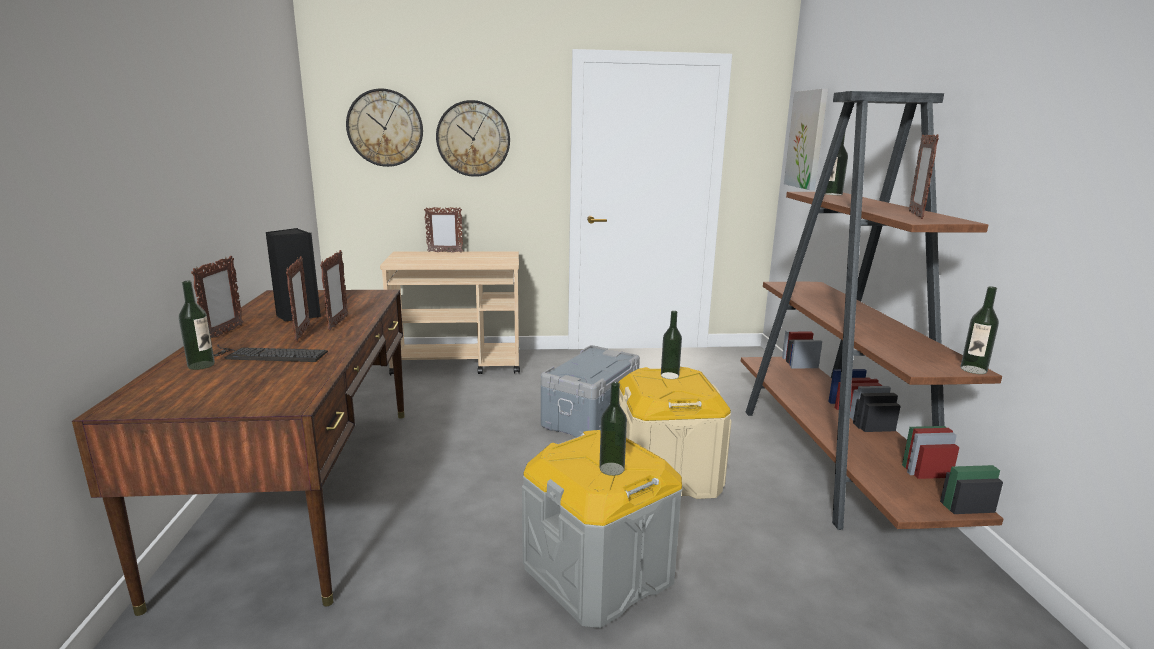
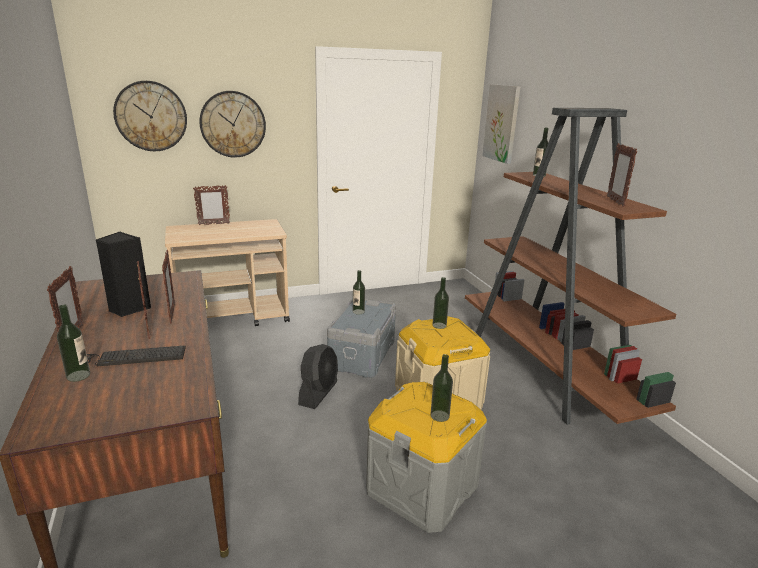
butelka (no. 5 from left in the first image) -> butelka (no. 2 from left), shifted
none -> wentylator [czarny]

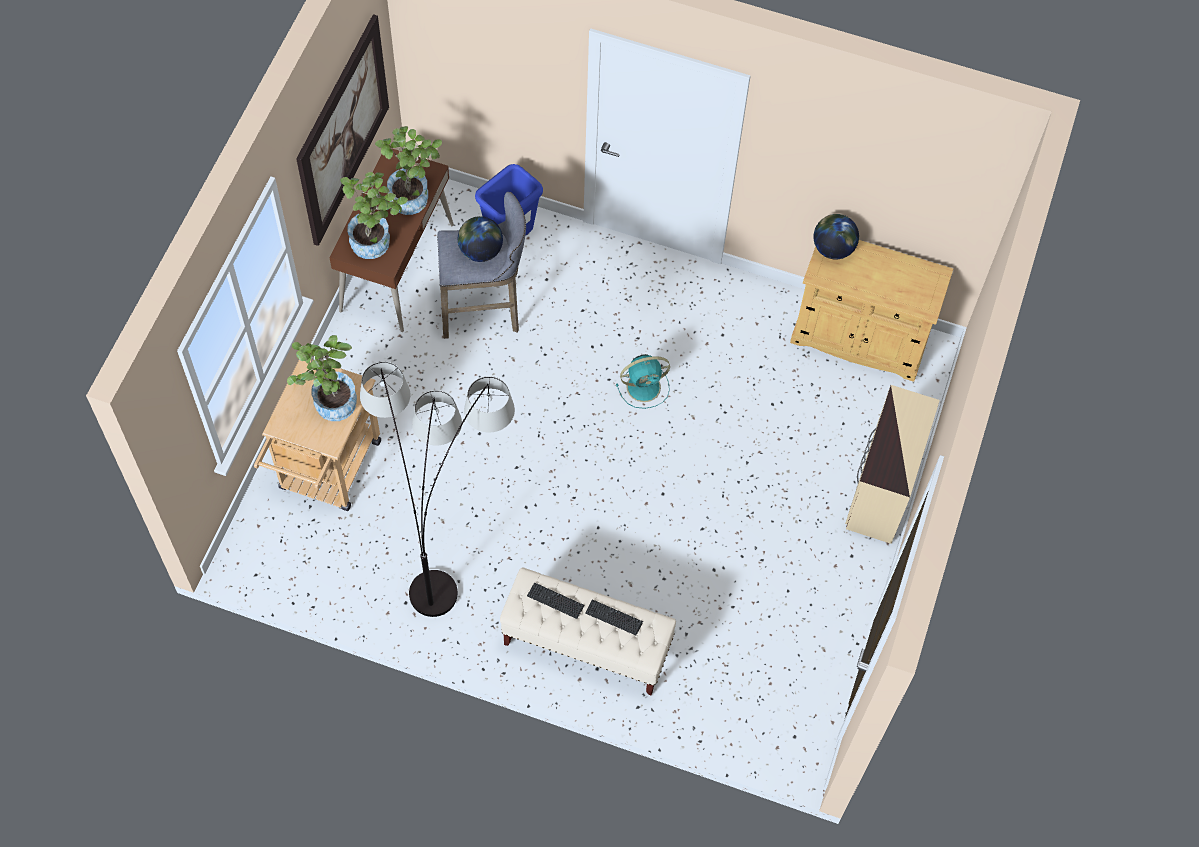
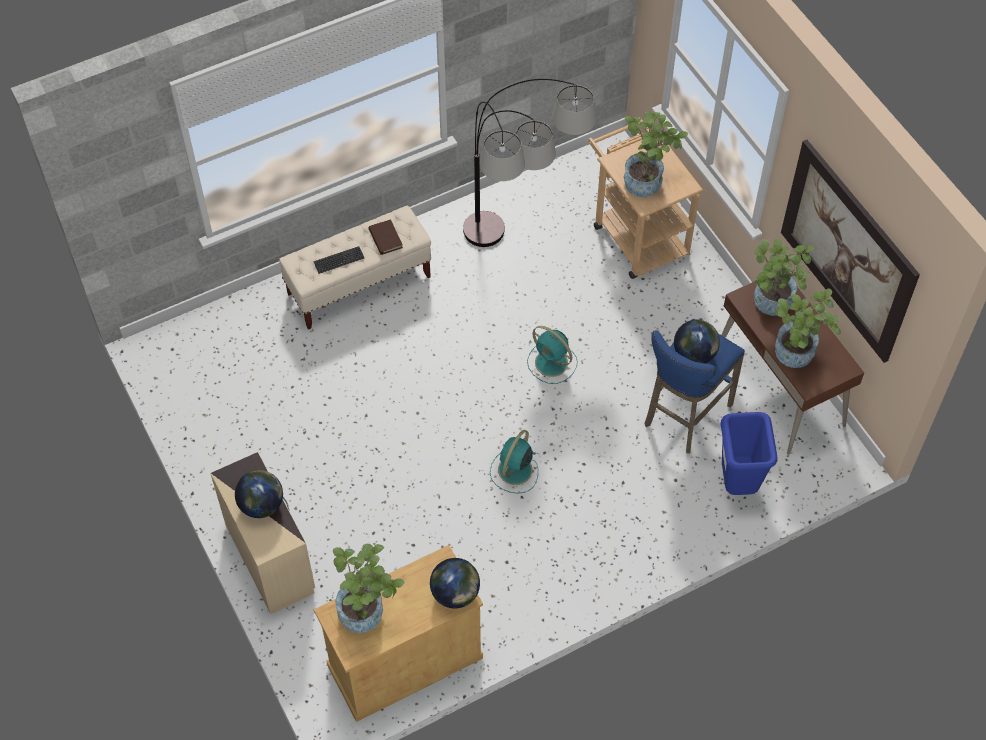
stołek [szary] -> stołek [niebieski]
klawiatura (no. 1 from left) -> książka [brązowy]
none -> globus (no. 1 from left)
none -> roślina doniczkowa (no. 1 from left)
none -> wentylator [turkusowy] (no. 2 from left)

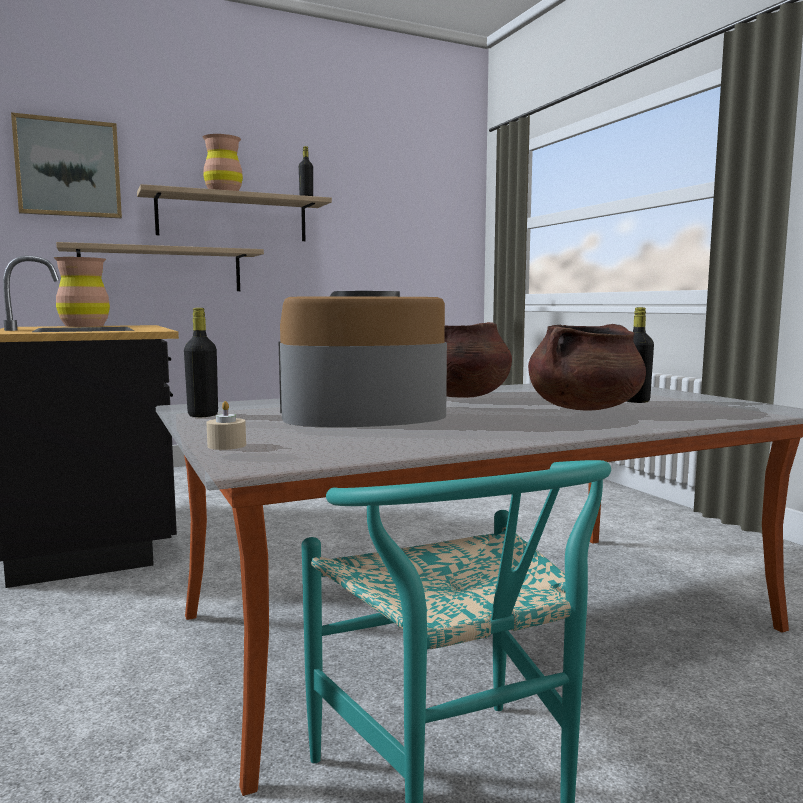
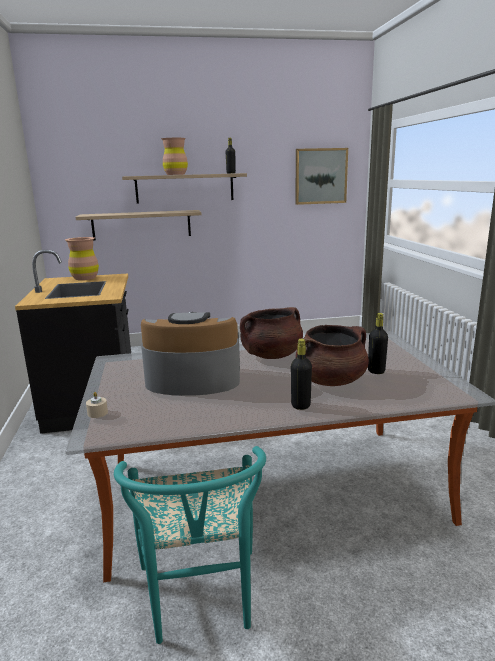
obraz, shifted
butelka [czarny] (no. 1 from left in the first image) -> butelka [czarny] (no. 2 from left), shifted

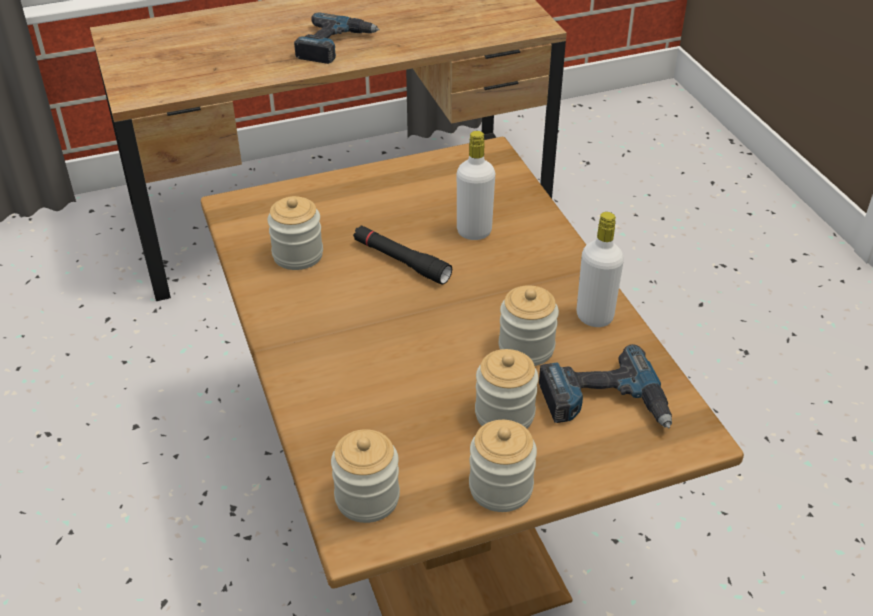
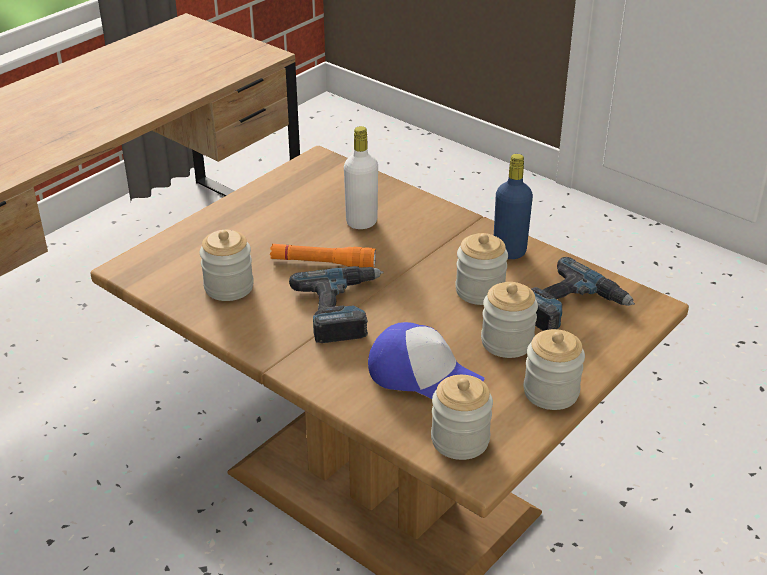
wiertarka (no. 1 from left), shifted
latarka [czarny] -> latarka [pomarańczowy]
butelka [biały] (no. 2 from left) -> butelka [niebieski]
none -> czapka z daszkiem

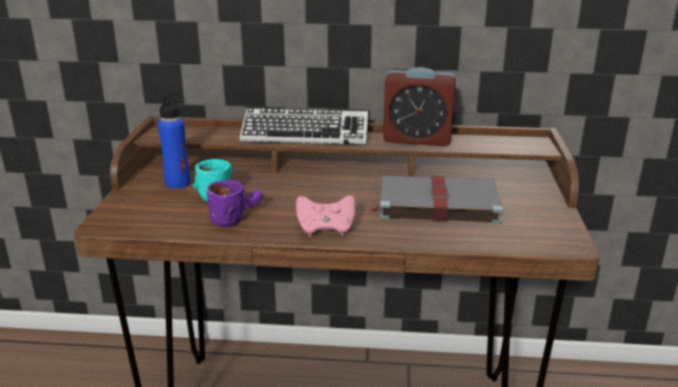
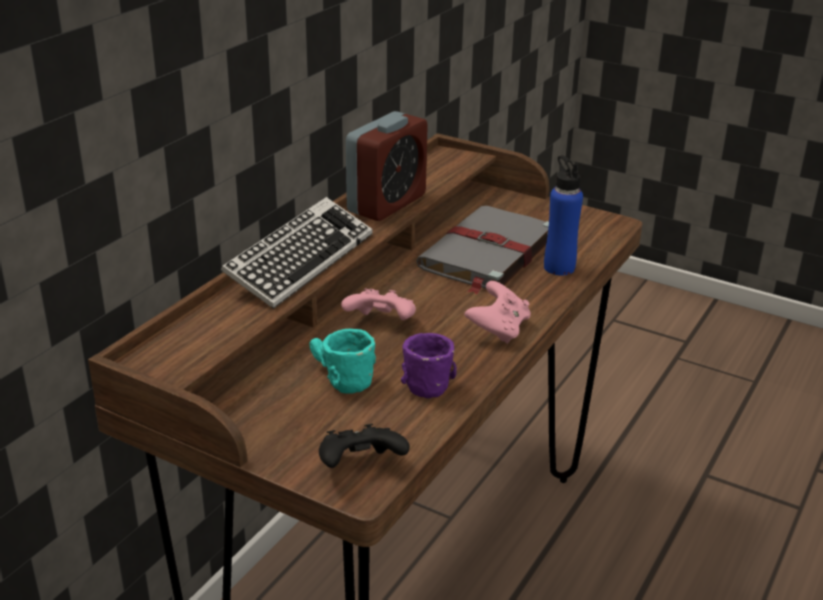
butelka [niebieski], shifted
none -> pad do gier [czarny]
none -> pad do gier [różowy] (no. 1 from left)

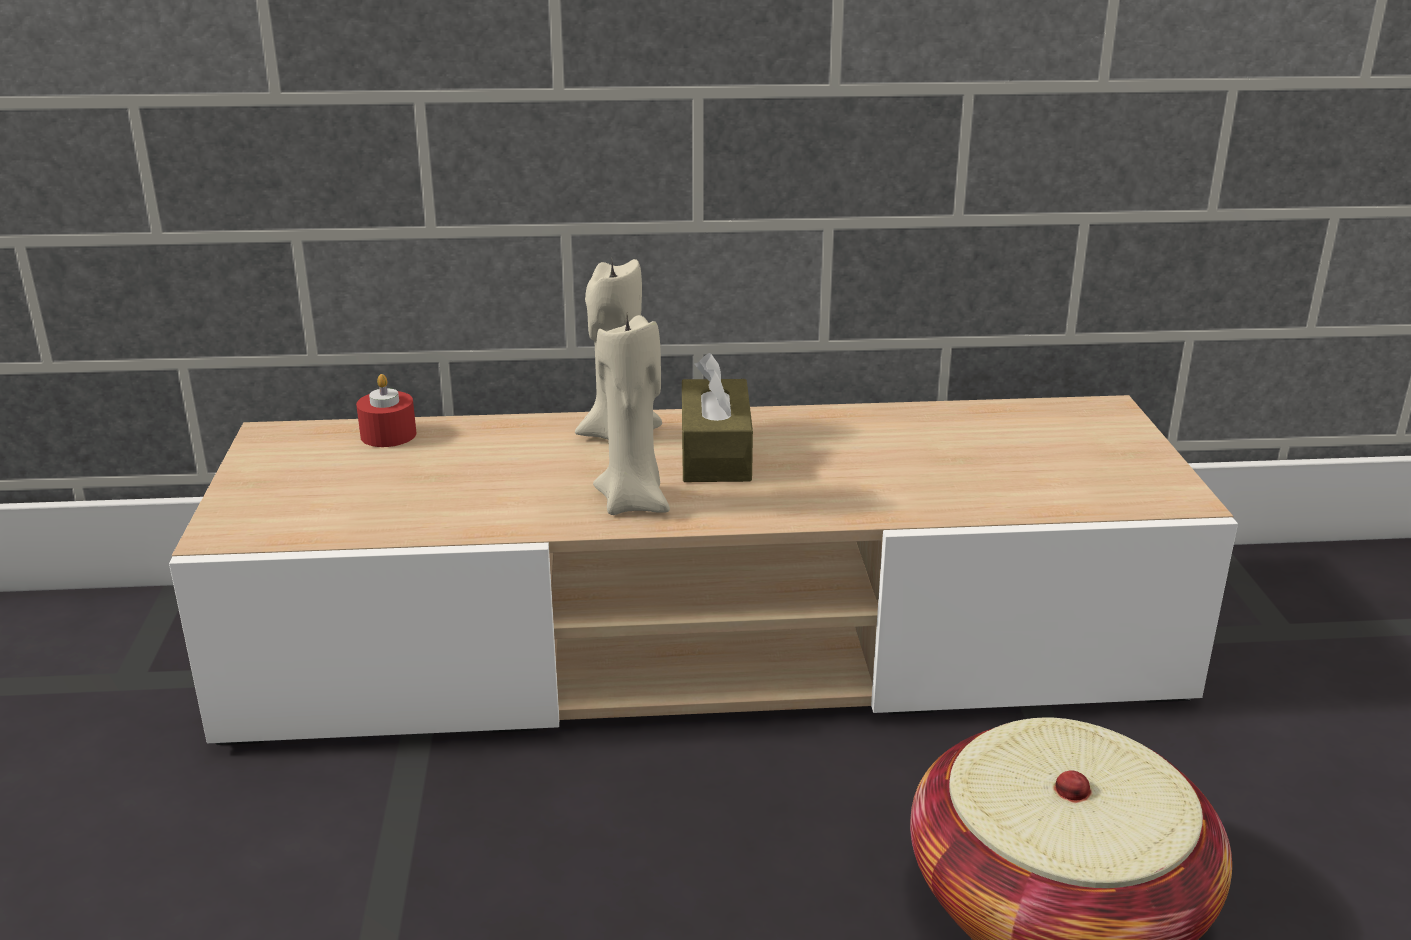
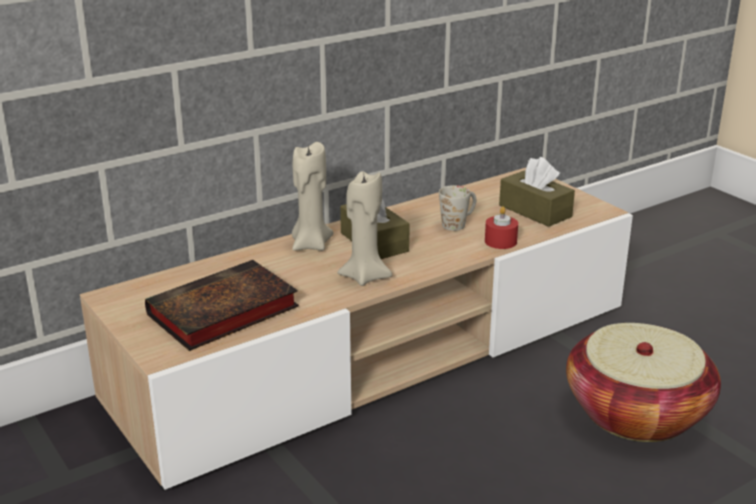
świeca [czerwony], shifted
none -> książka
none -> kubek [biały]
none -> pudełko chusteczek [brązowy] (no. 2 from left)

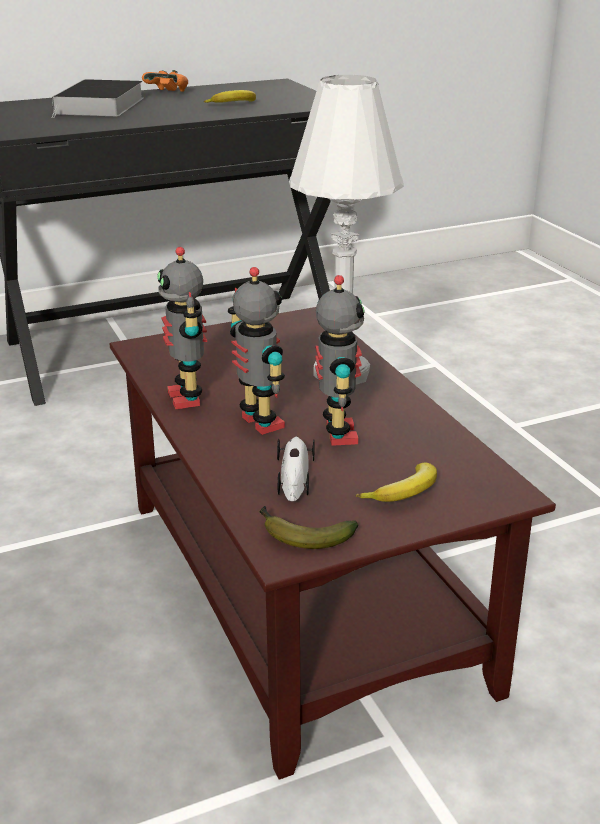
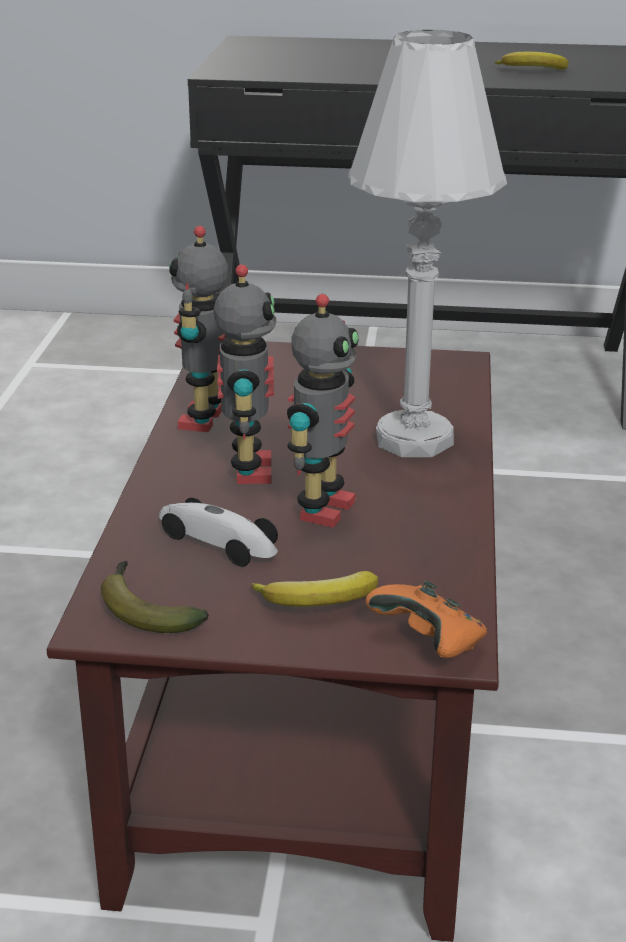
książka -> none
pad do gier [pomarańczowy], shifted
samochodzik, 90 degrees clockwise

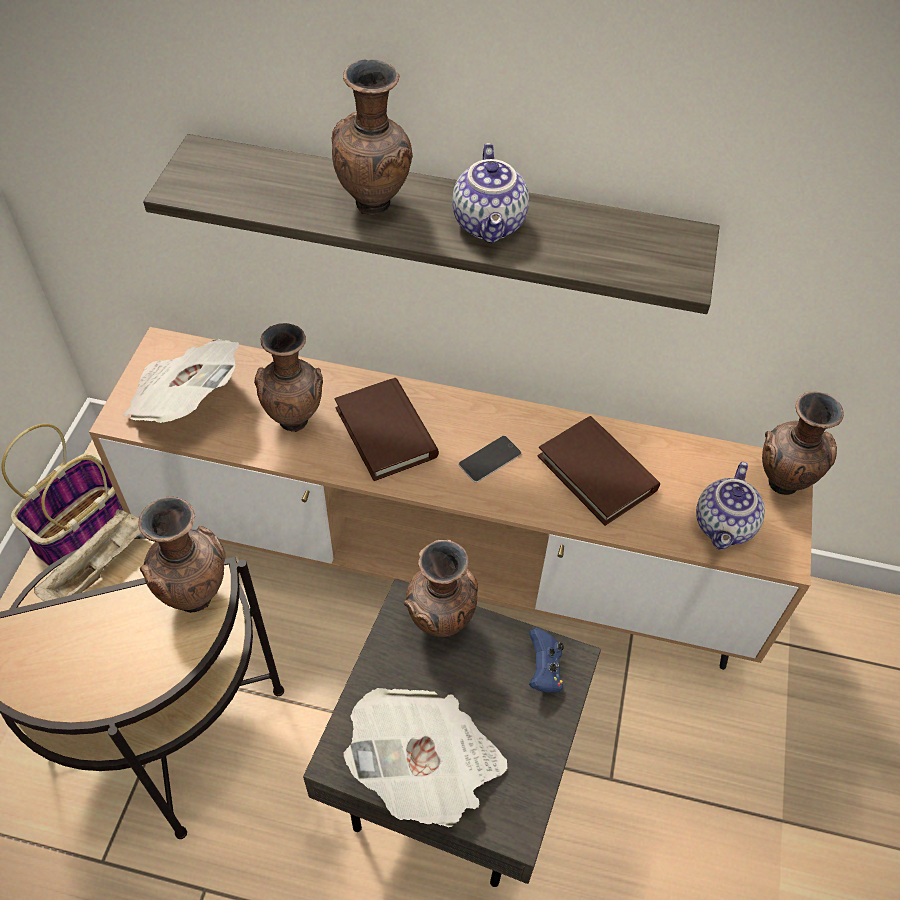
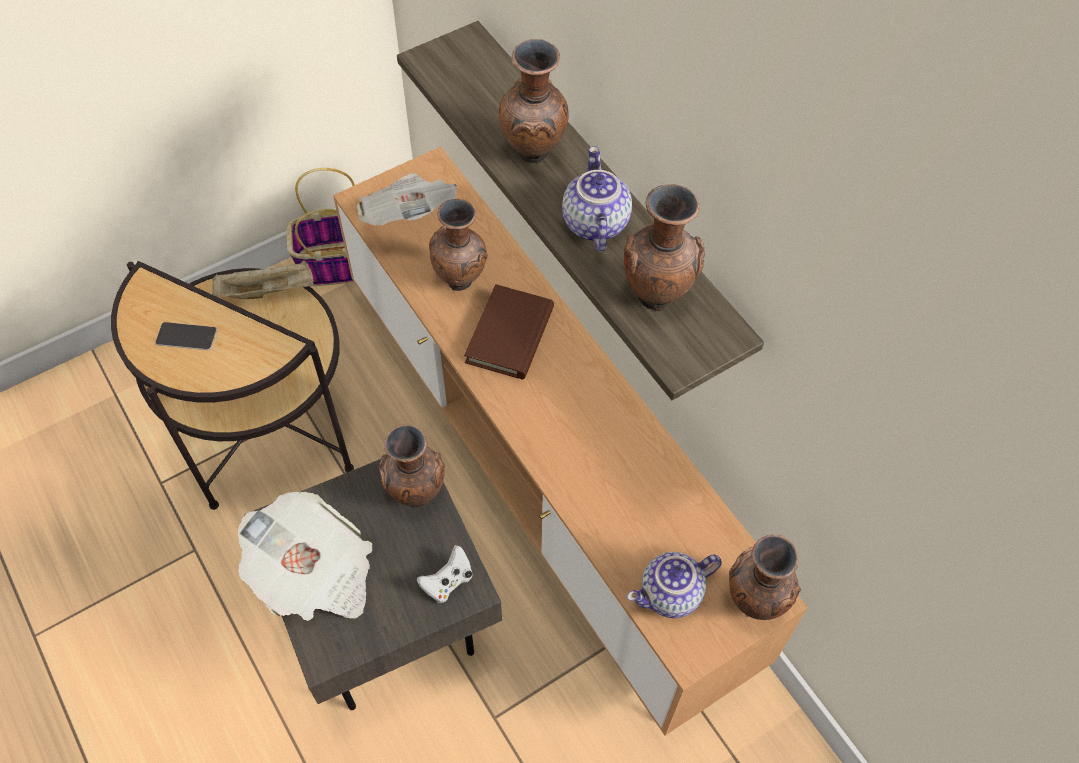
wazon [brązowy] (no. 1 from left in the first image) -> wazon [brązowy] (no. 4 from left), shifted
imbryk (no. 1 from left), 135 degrees clockwise
telefon, shifted
pad do gier [niebieski] -> pad do gier [biały]
książka [brązowy] (no. 2 from left) -> none

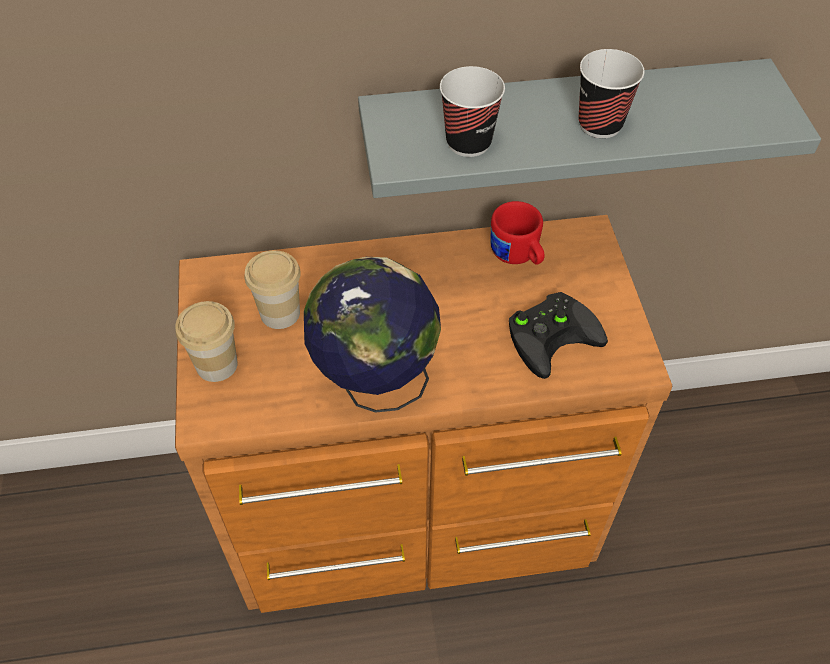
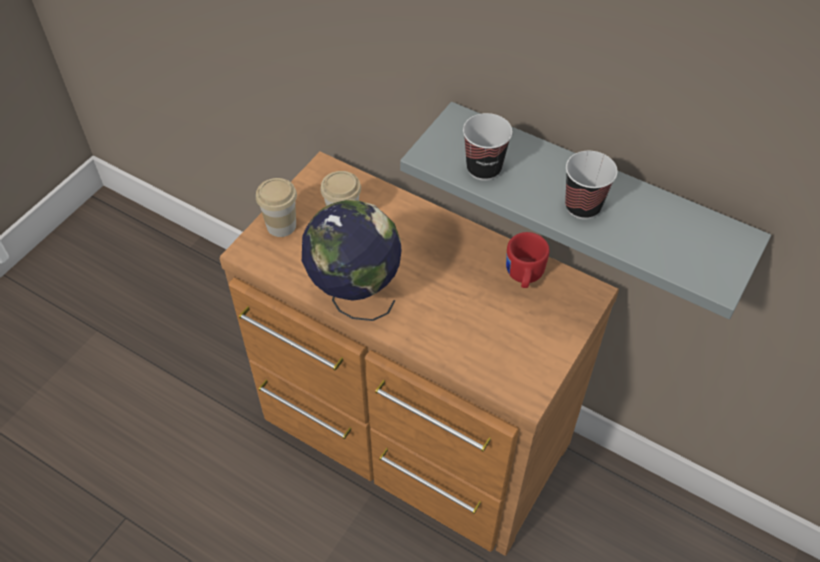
pad do gier [czarny] -> none

